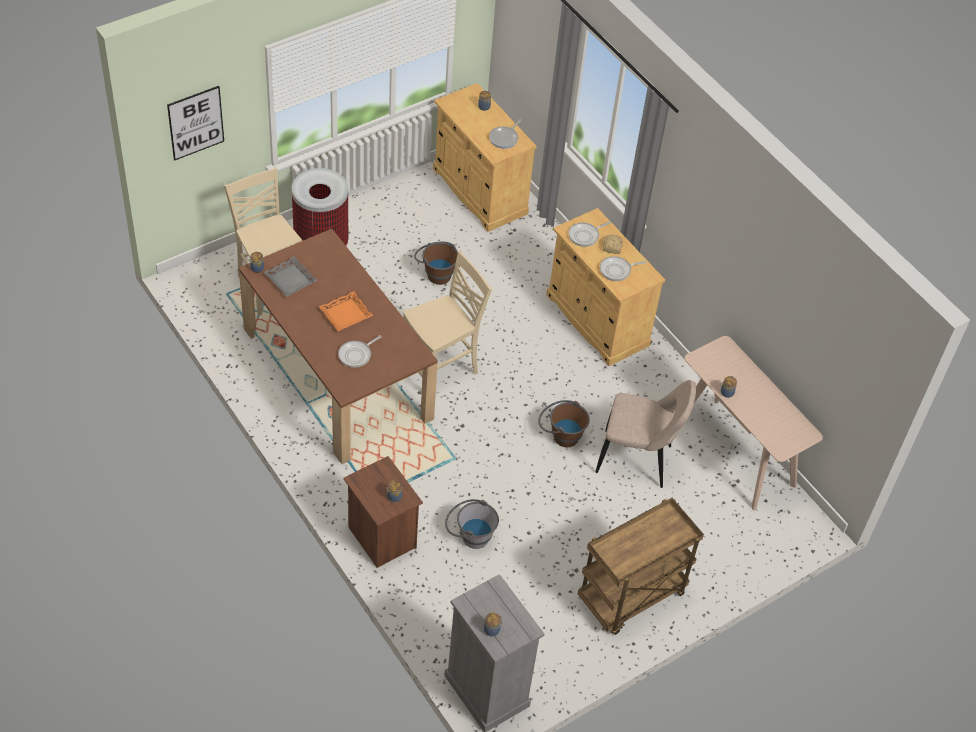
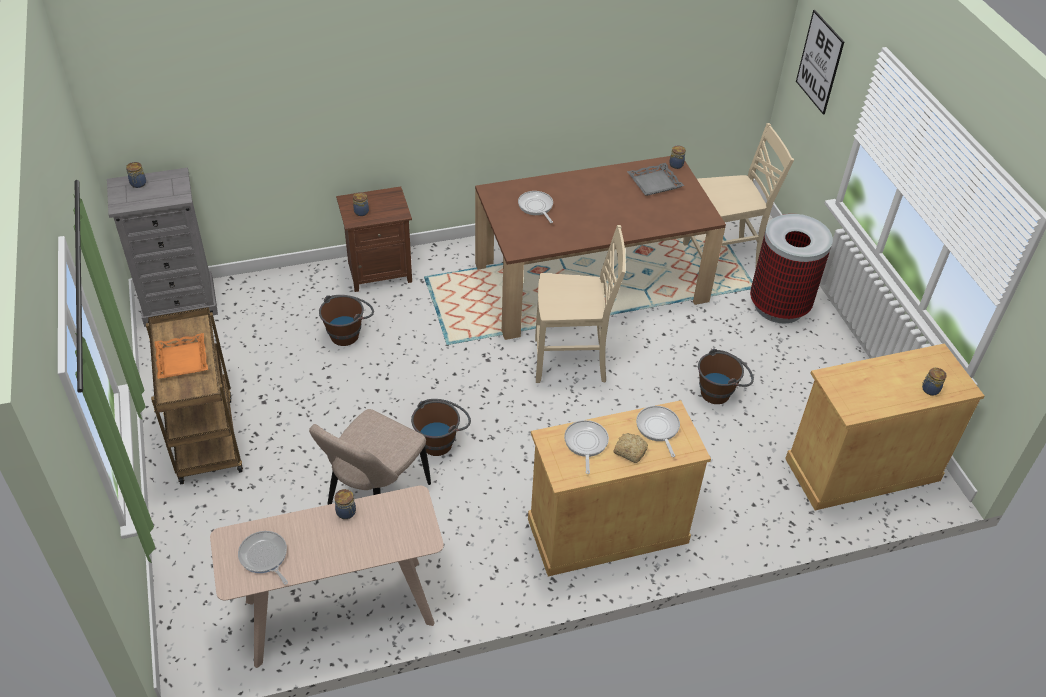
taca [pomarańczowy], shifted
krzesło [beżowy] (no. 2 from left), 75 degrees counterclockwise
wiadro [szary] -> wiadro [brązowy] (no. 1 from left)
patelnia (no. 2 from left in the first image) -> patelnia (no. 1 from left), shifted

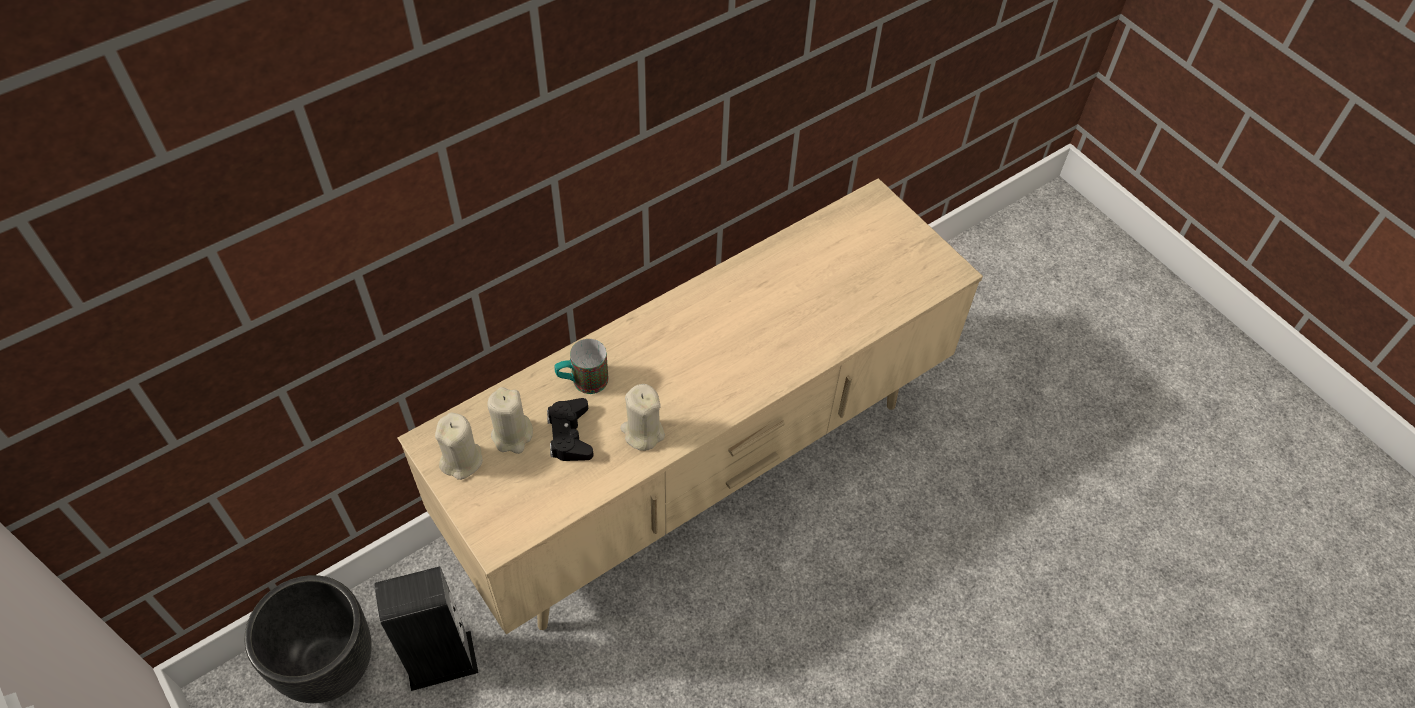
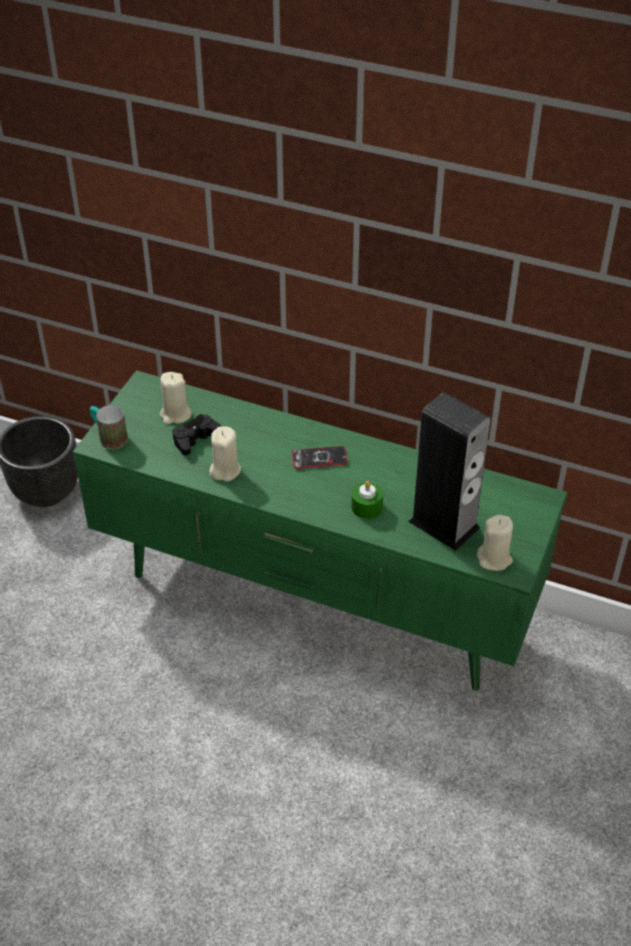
głośnik, shifted
szafka pod telewizor [beżowy] -> szafka pod telewizor [zielony]
świeca [beżowy] (no. 1 from left in the first image) -> świeca [beżowy] (no. 3 from left), shifted
kubek, shifted
none -> telefon
none -> świeca [zielony]

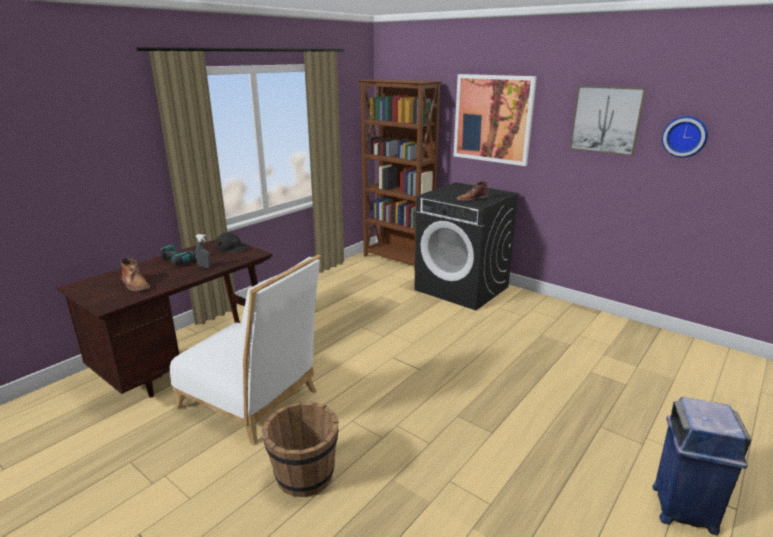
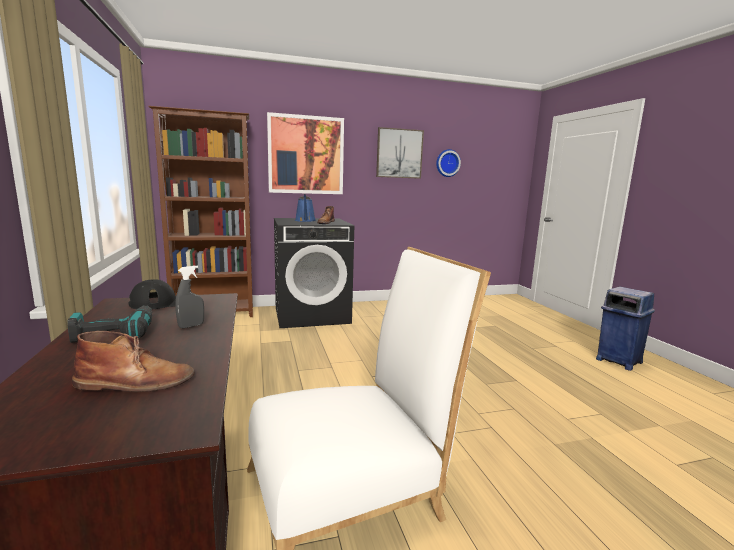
wiadro [brązowy] -> none
none -> konewka [niebieski]

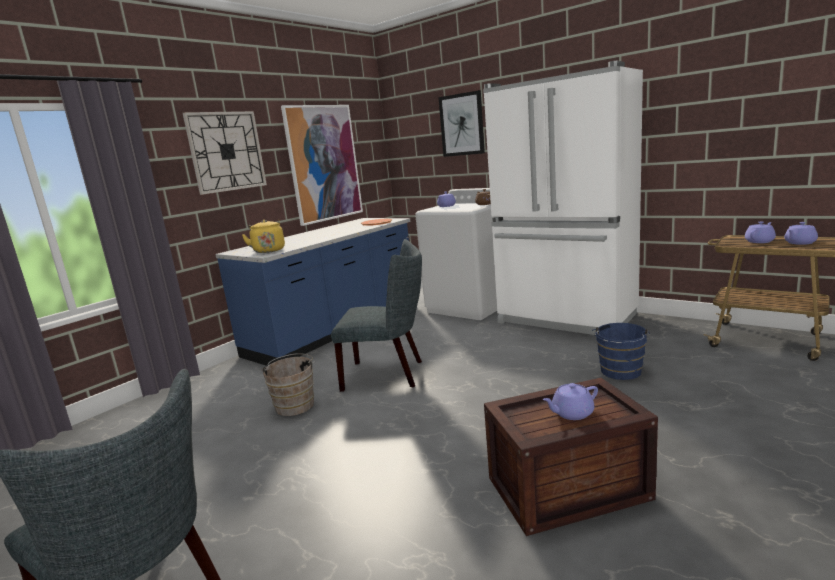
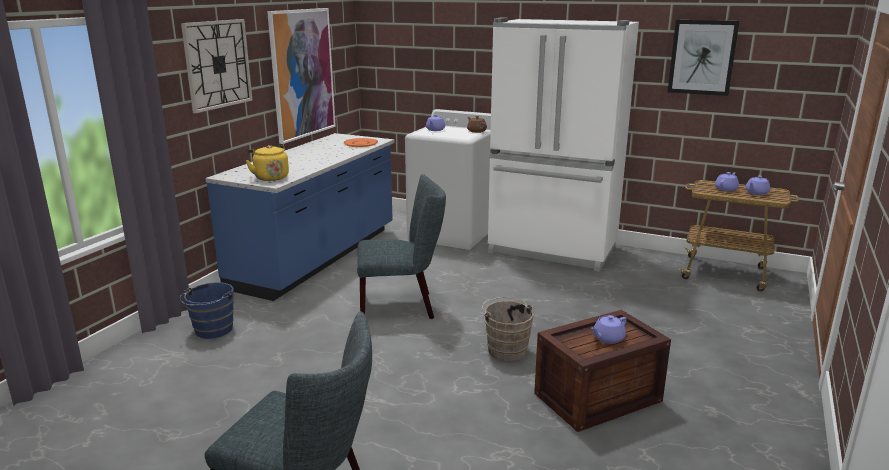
wiadro [brązowy], shifted
obraz (no. 2 from left), shifted
wiadro [niebieski], shifted

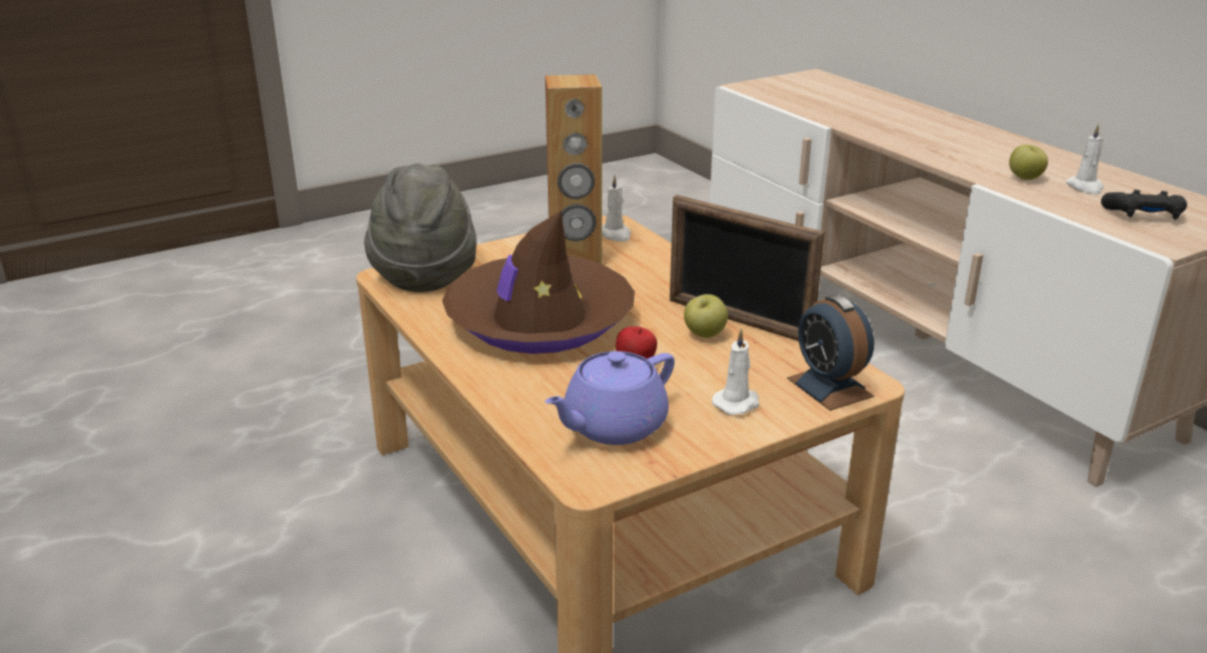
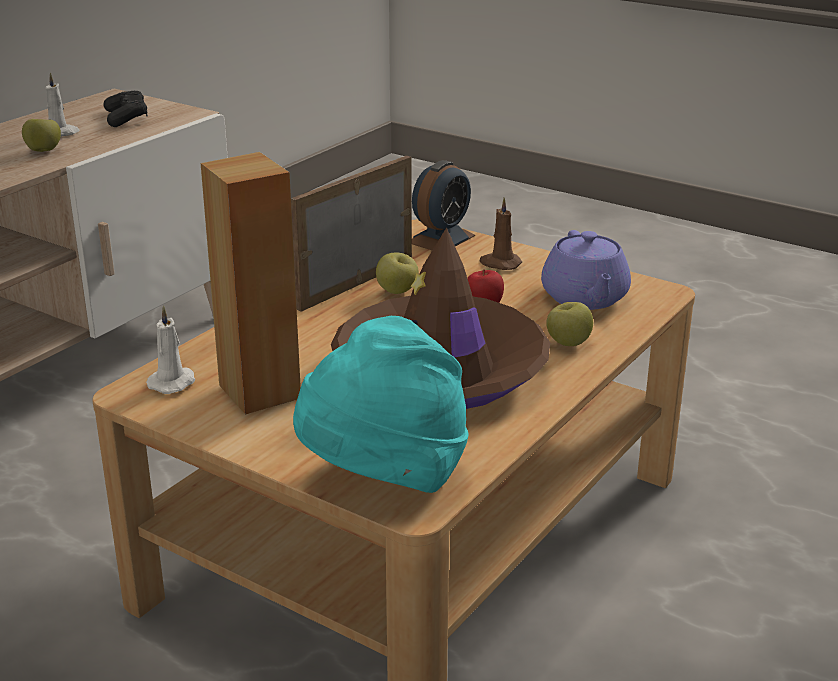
kapelusz [szary] -> kapelusz [turkusowy]
imbryk [fioletowy], 60 degrees clockwise
ramka na zdjęcie, 150 degrees counterclockwise
świeca [biały] (no. 2 from left) -> świeca [brązowy]
none -> jabłko (no. 4 from left)

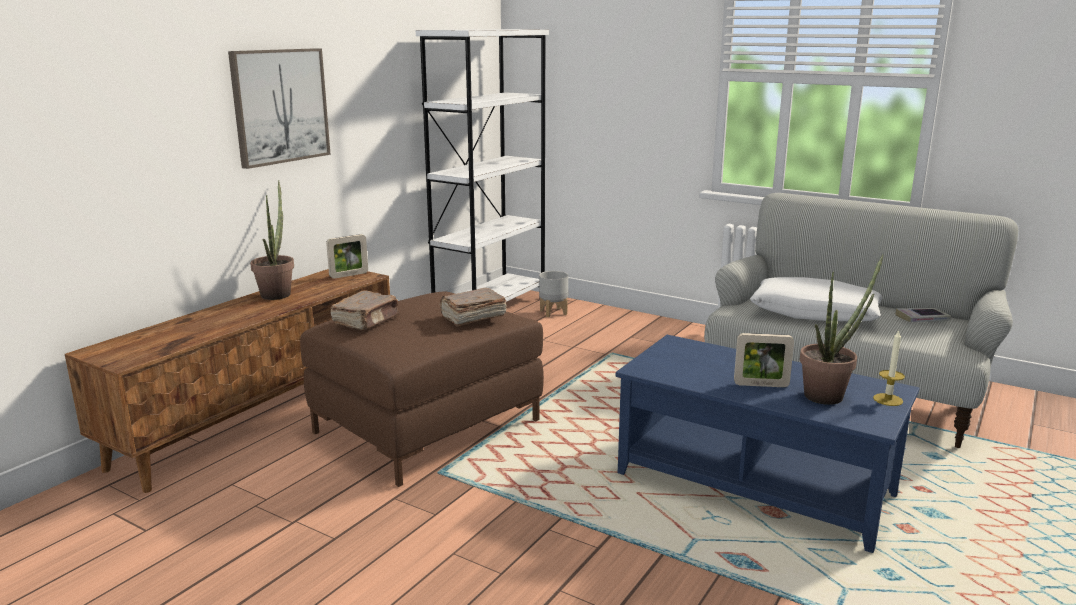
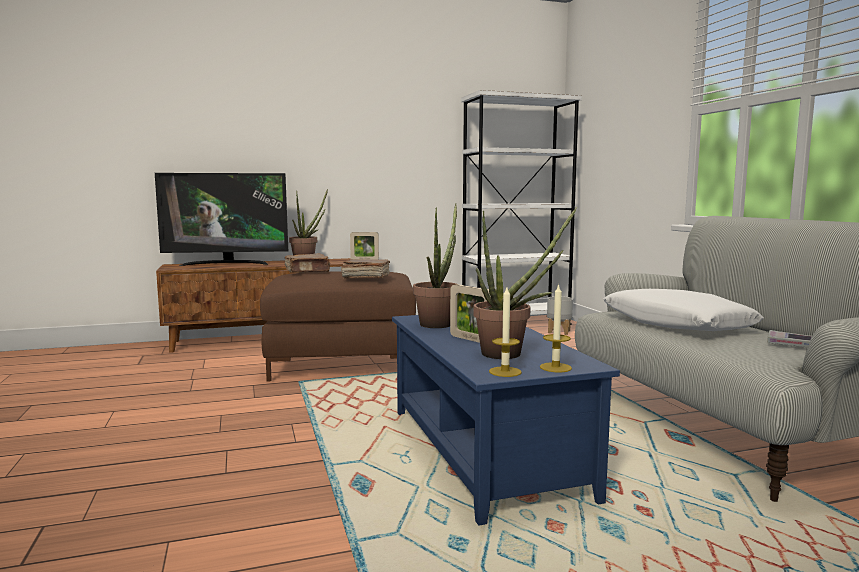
obraz -> none
none -> telewizor
none -> roślina doniczkowa (no. 2 from left)
none -> świeca (no. 1 from left)

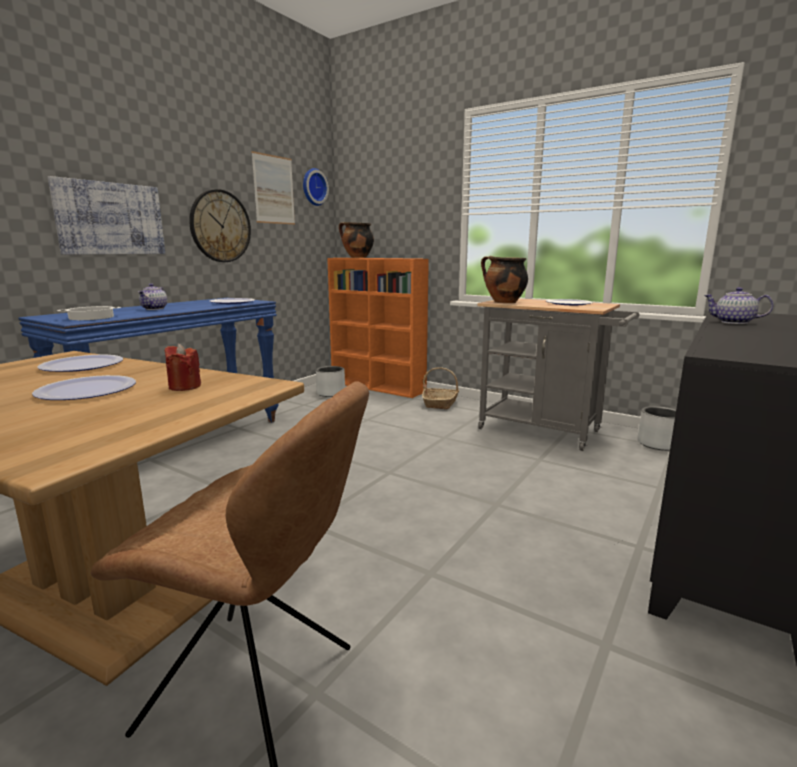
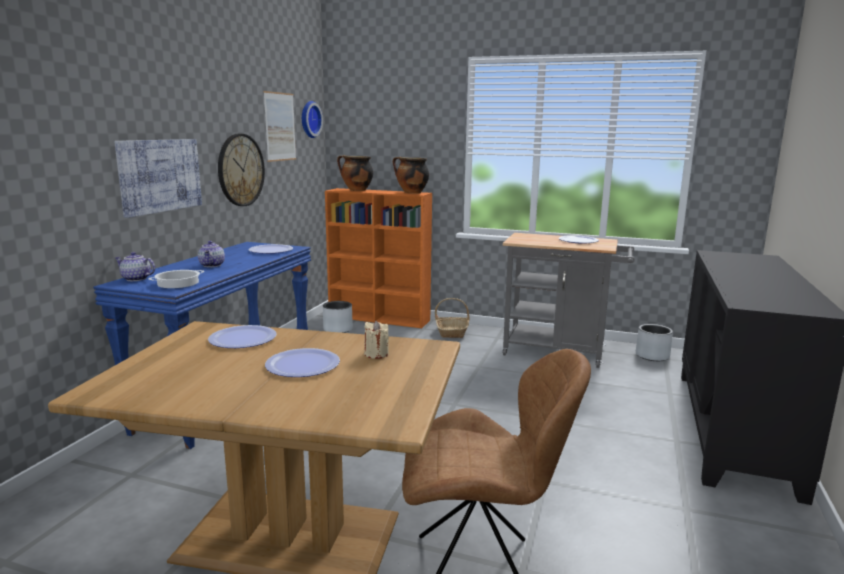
świeca [czerwony] -> świeca [beżowy]
garnek (no. 3 from left), shifted
imbryk (no. 2 from left in the first image) -> imbryk (no. 1 from left), shifted

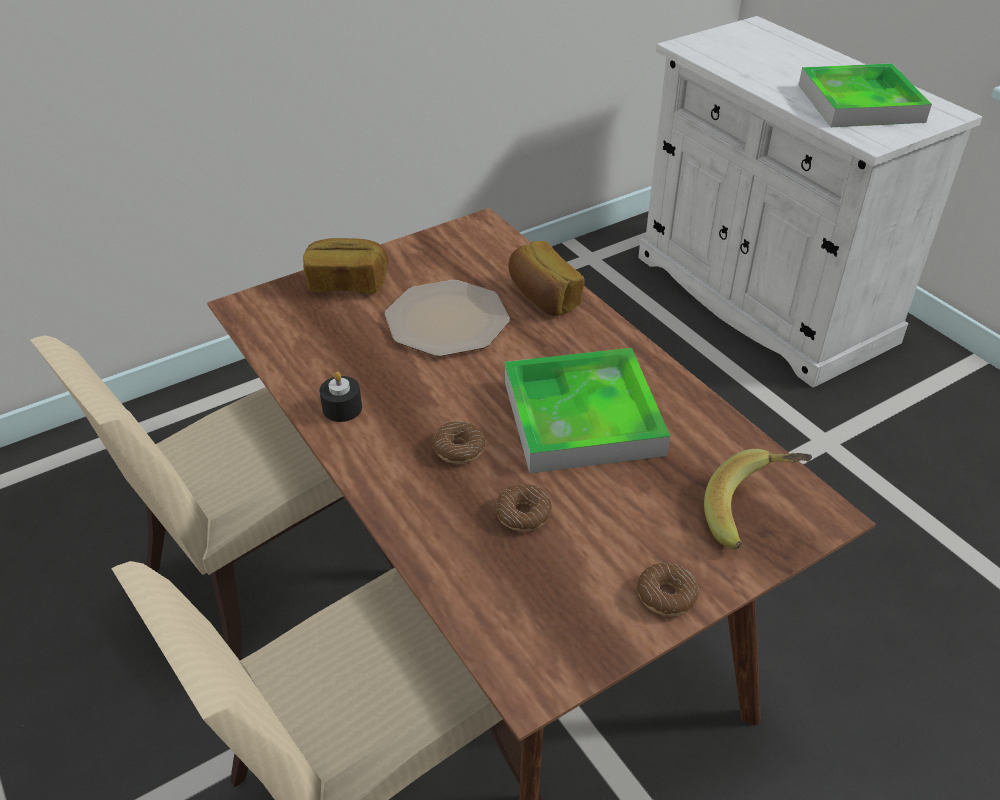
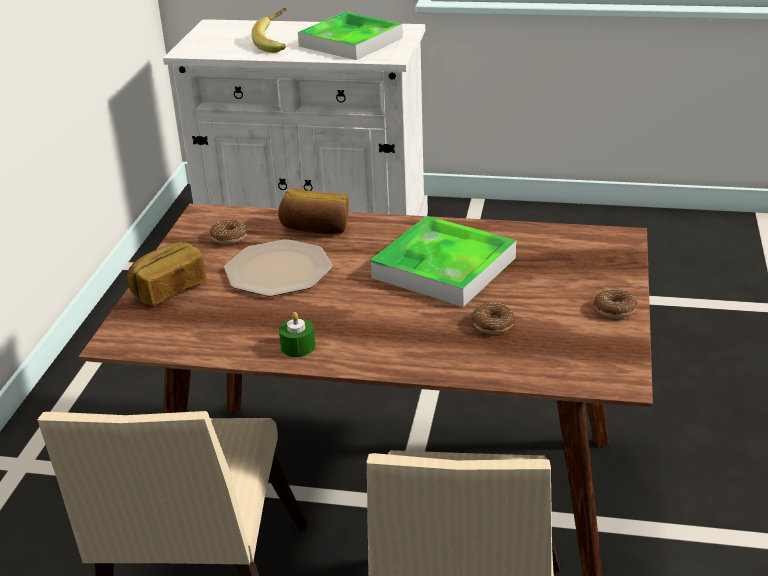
świeca [czarny] -> świeca [zielony]
donut (no. 1 from left), shifted
banan, shifted

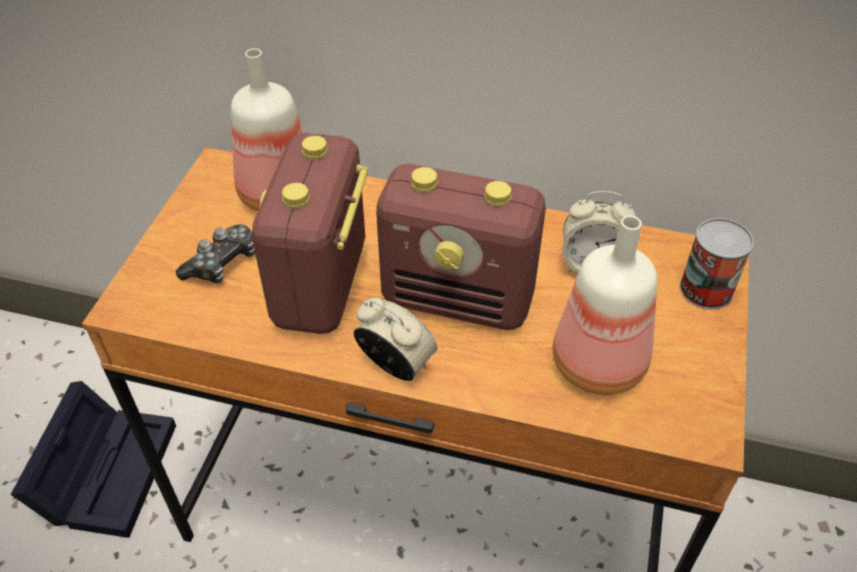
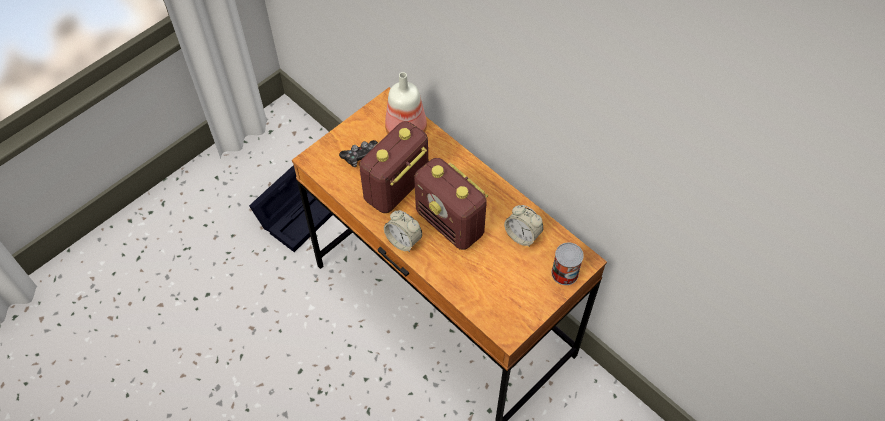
budzik (no. 1 from left), 150 degrees clockwise
butelka (no. 2 from left) -> none

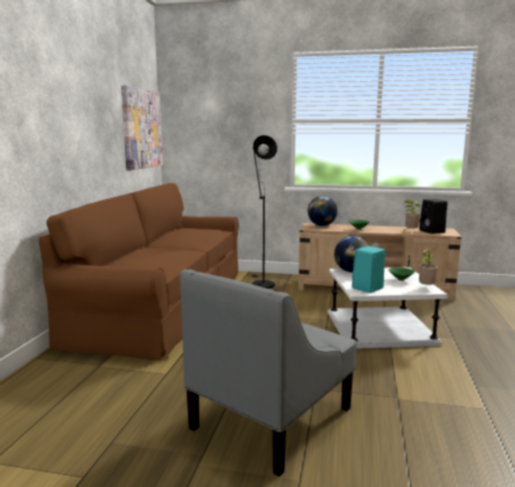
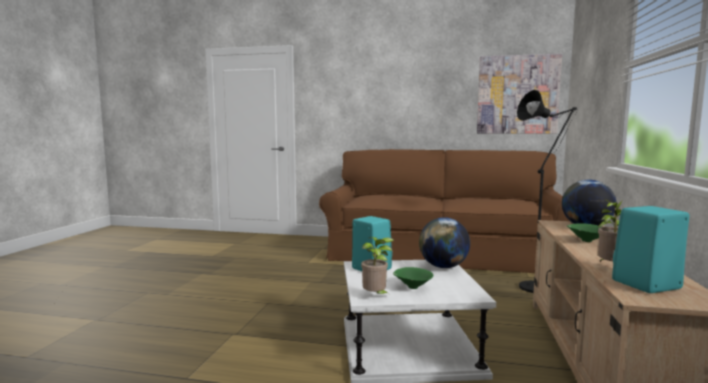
fotel [szary] -> none
głośnik [czarny] -> głośnik [turkusowy] (no. 2 from left)

